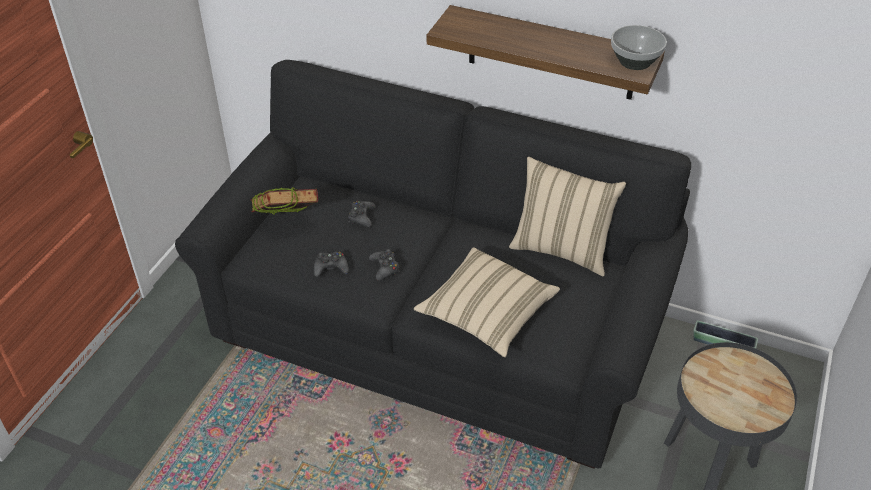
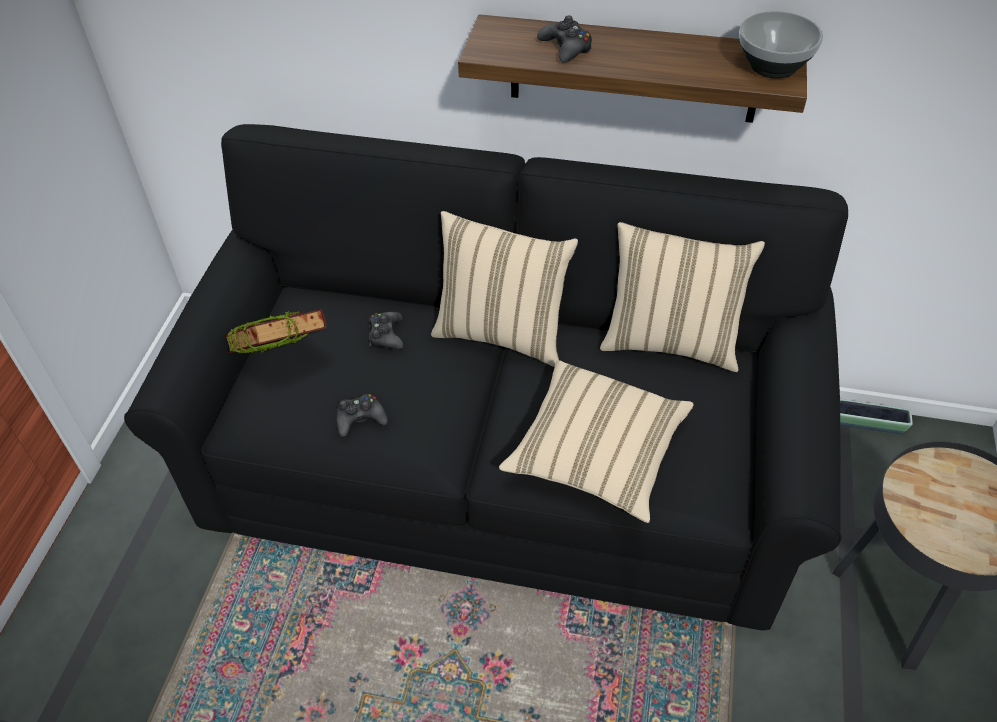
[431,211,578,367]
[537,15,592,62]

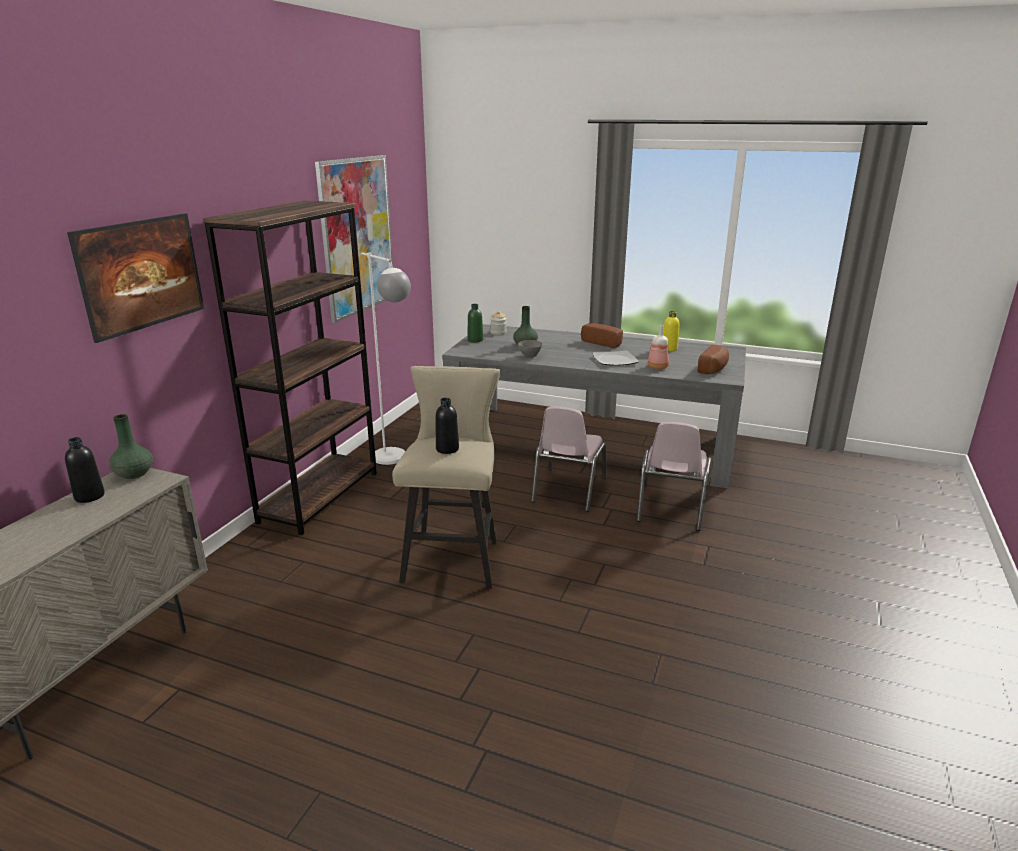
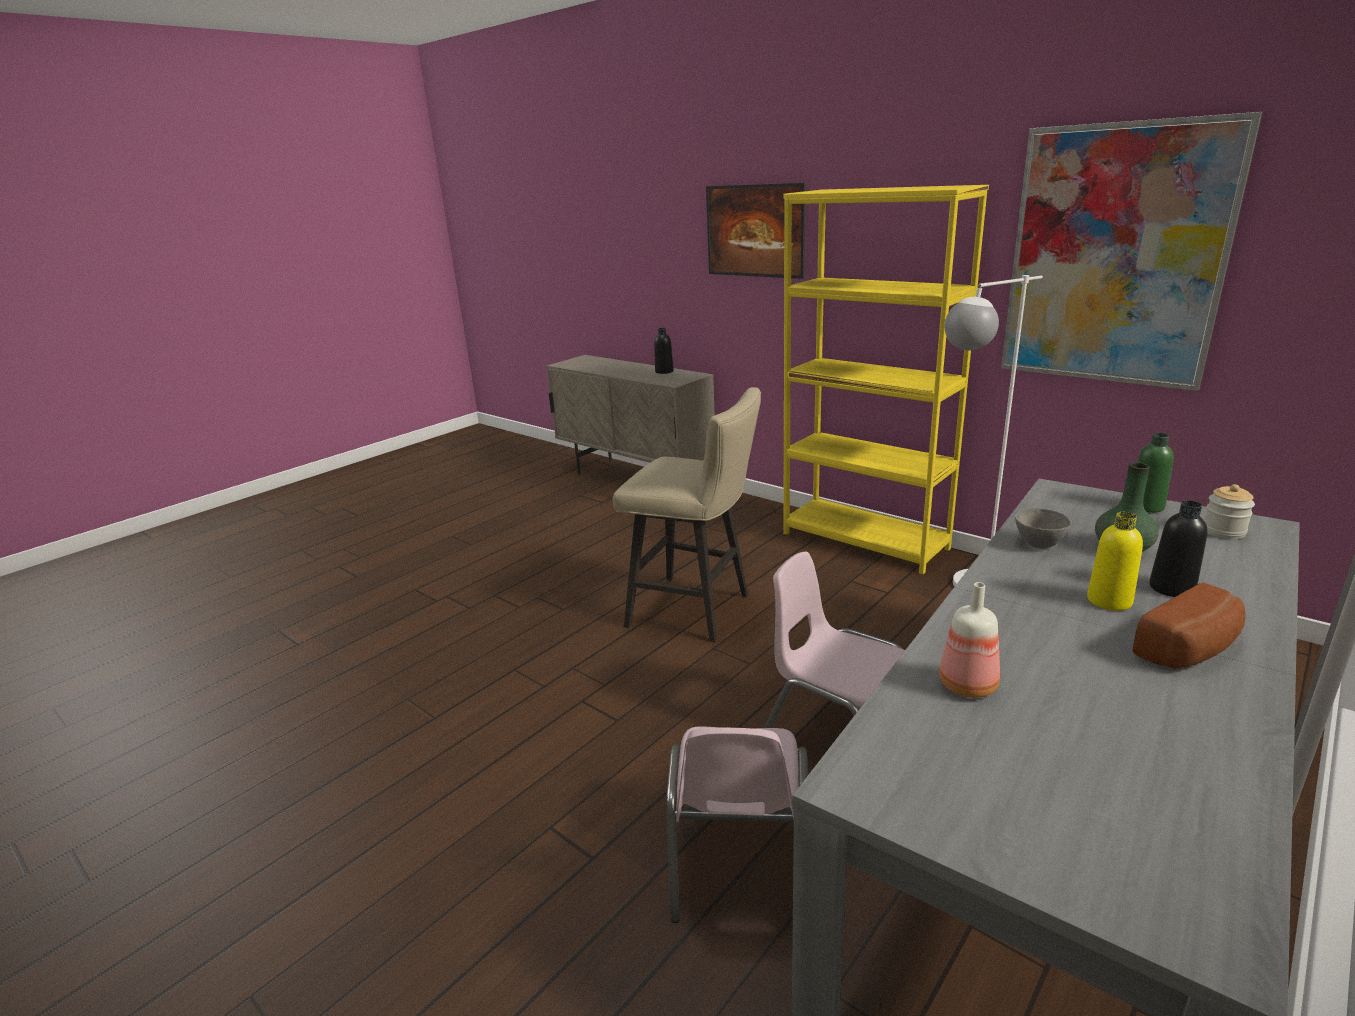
[109,414,153,479] (first image)
[593,351,639,366] (first image)
[698,344,729,374] (first image)
[1149,500,1208,597]
[1087,512,1143,611]
[783,185,989,574]
[666,726,808,923]

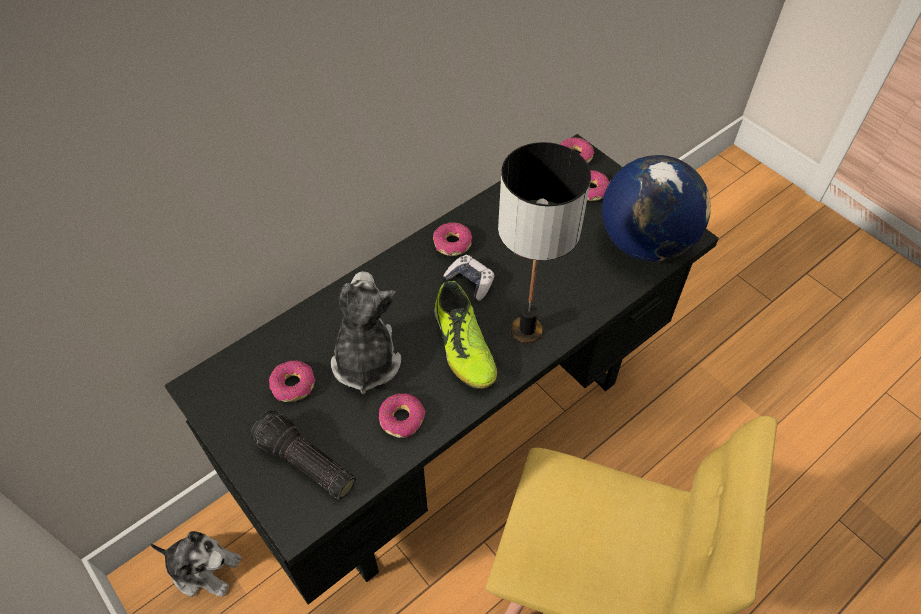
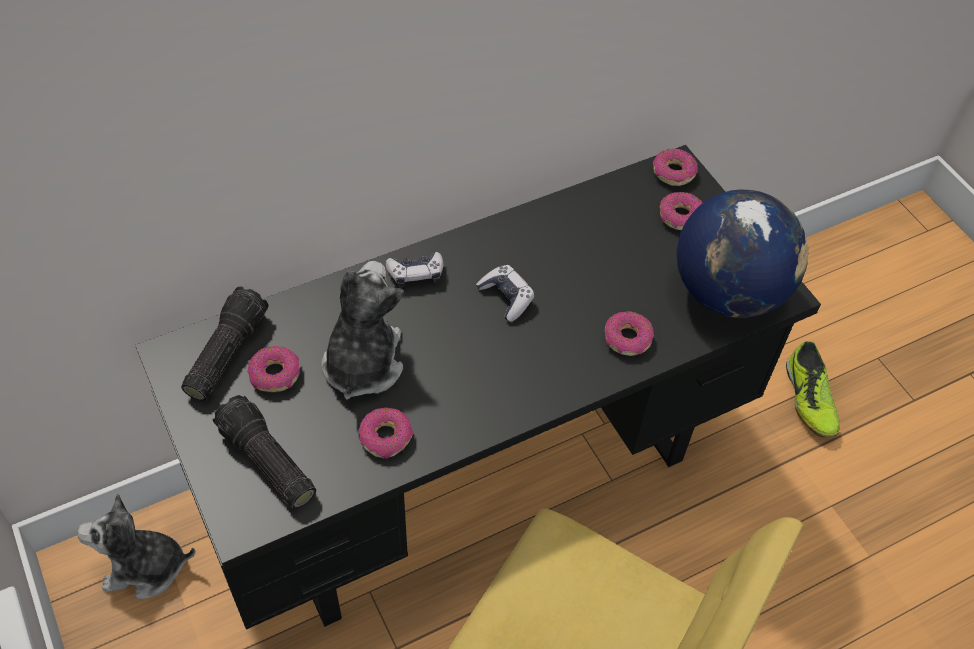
[498,142,591,344] (first image)
[181,287,269,401]
[386,252,444,287]
[605,311,654,356]
[786,341,840,438]
[77,493,195,599]

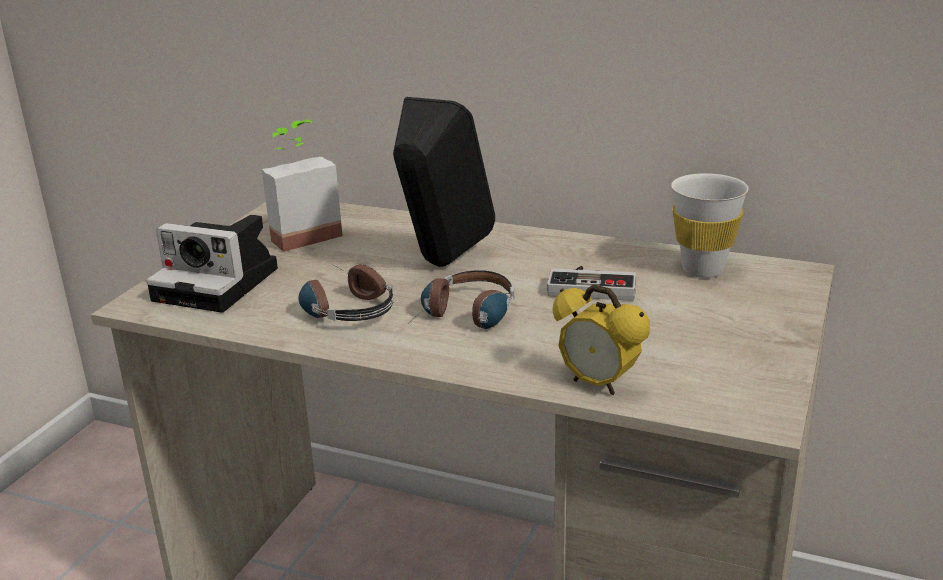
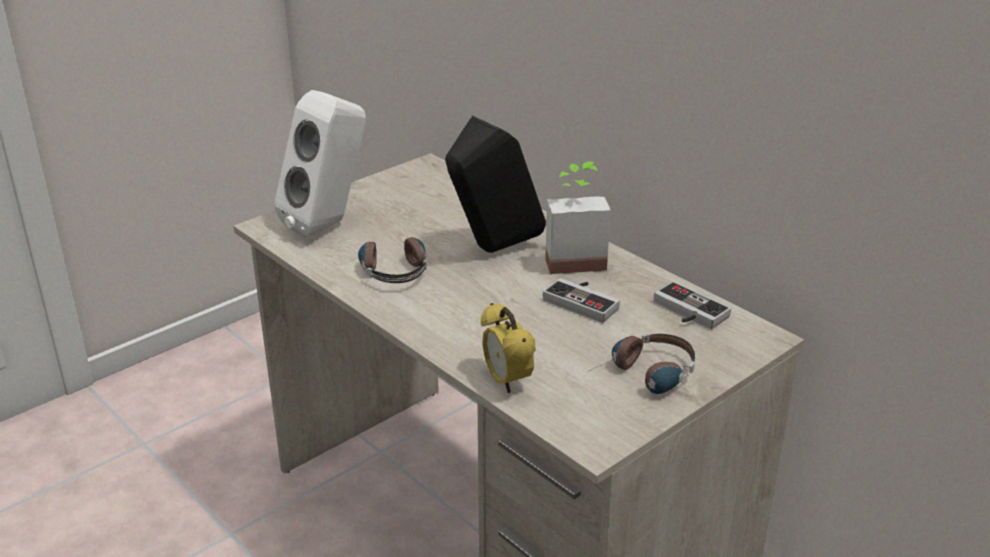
[545,162,611,274]
[591,333,696,394]
[274,90,366,238]
[654,281,731,329]

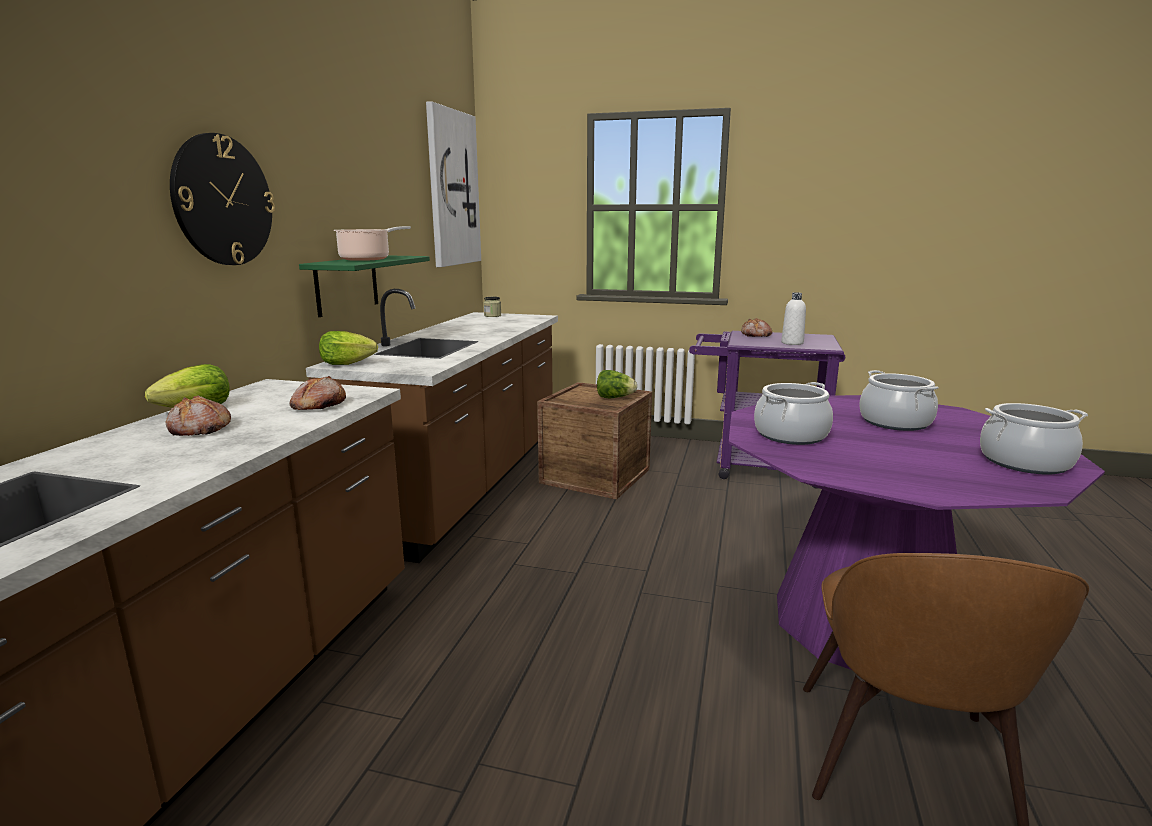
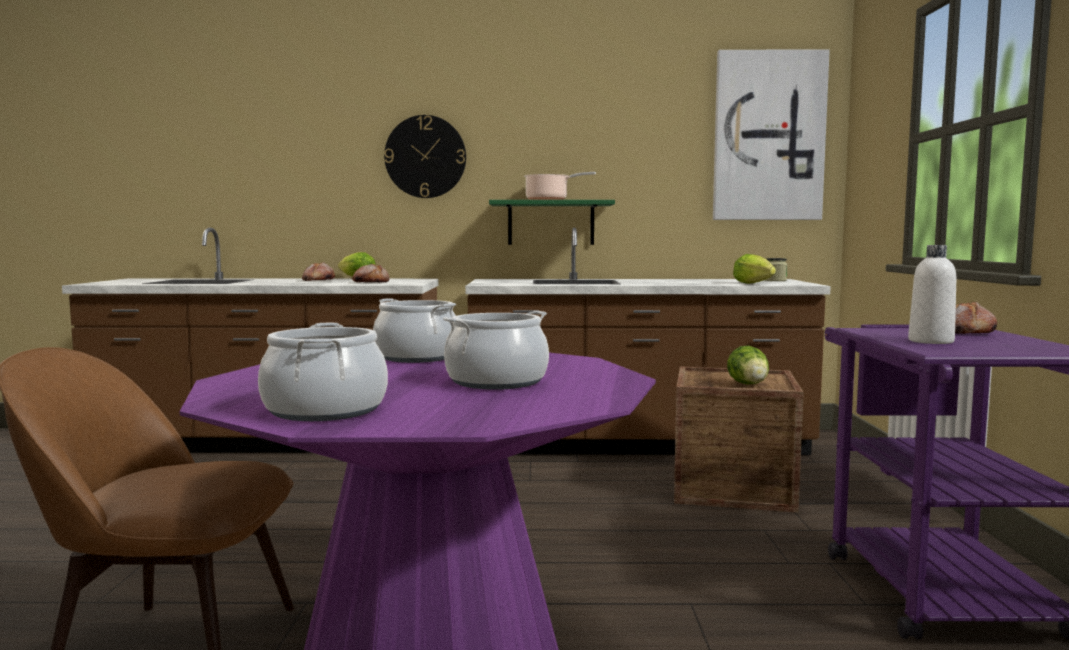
[733,254,776,284]

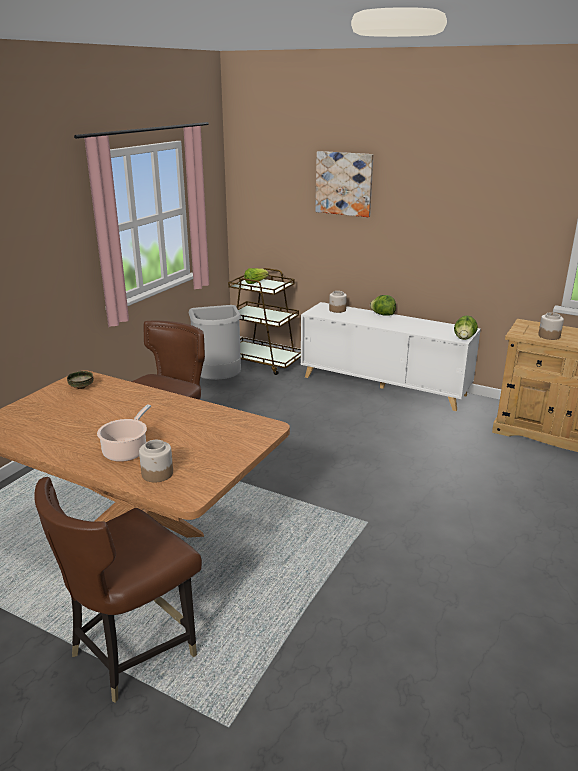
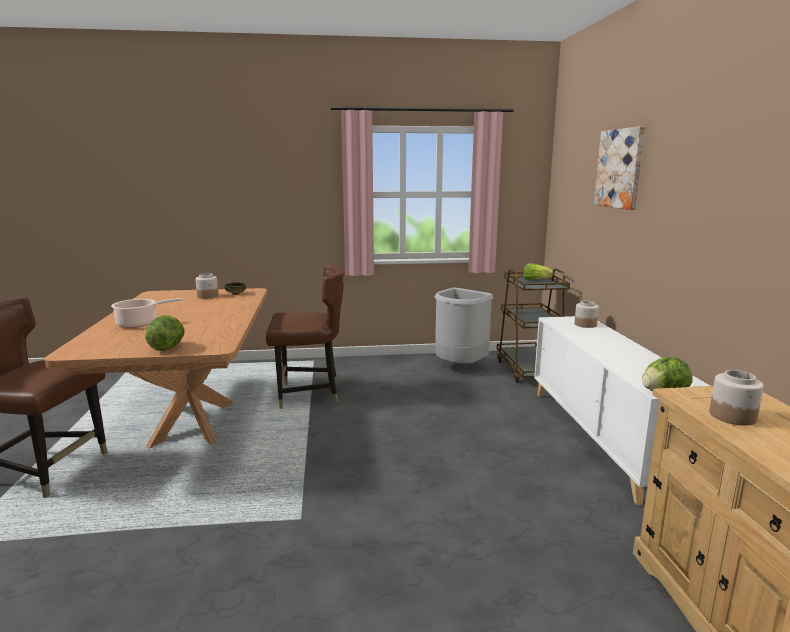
[195,273,218,299]
[145,315,185,351]

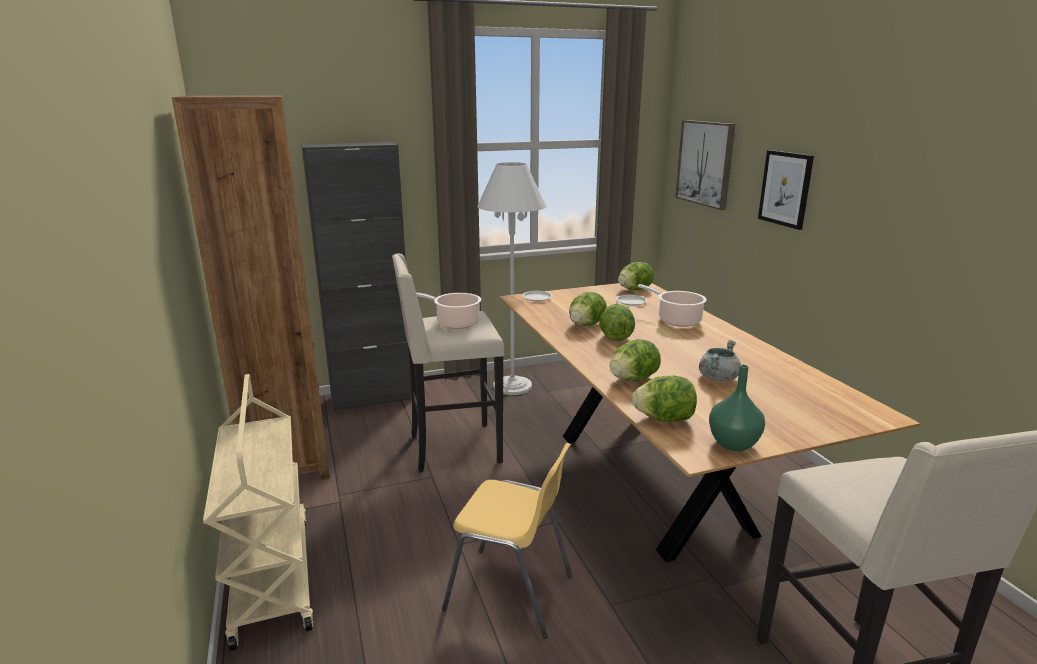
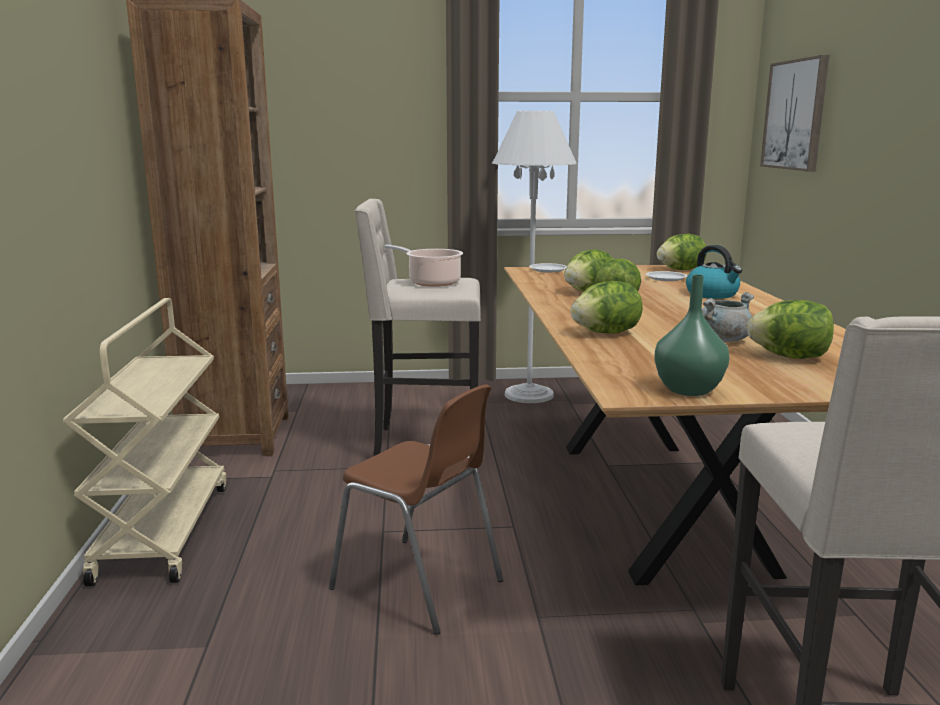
[301,142,412,412] (first image)
[758,150,814,230] (first image)
[747,300,834,359]
[686,245,742,299]
[329,384,503,635]

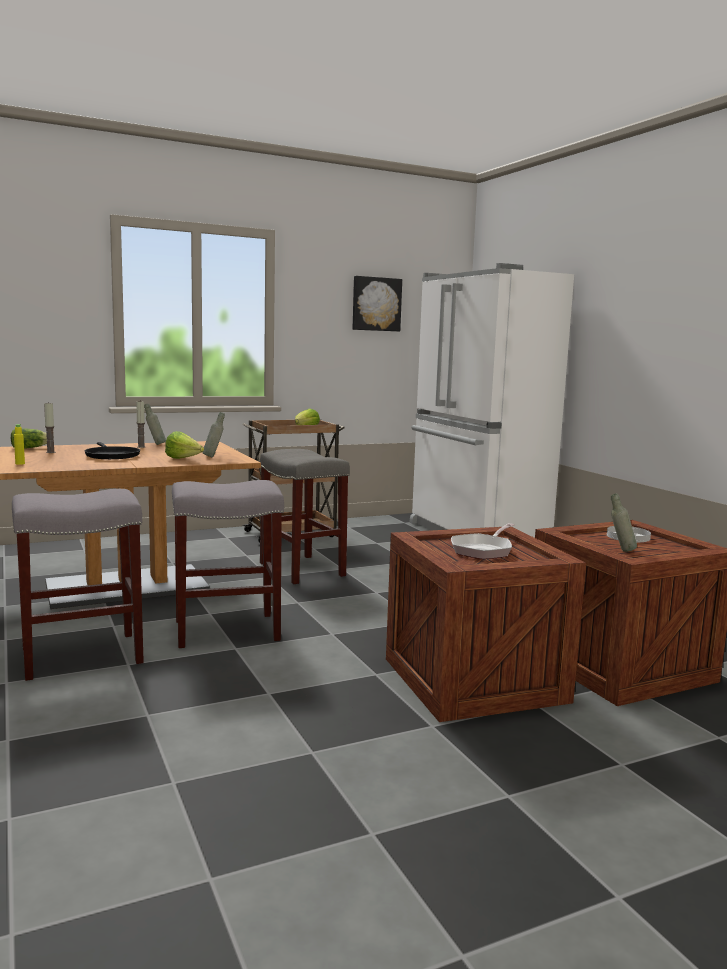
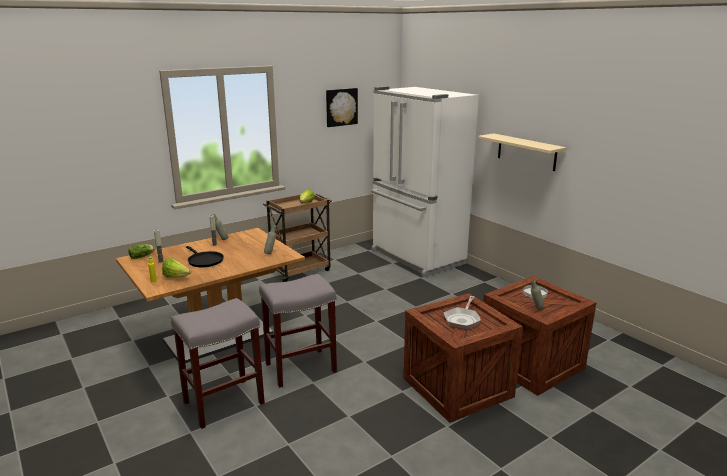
[260,449,350,584] (first image)
[478,133,566,171]
[162,258,191,278]

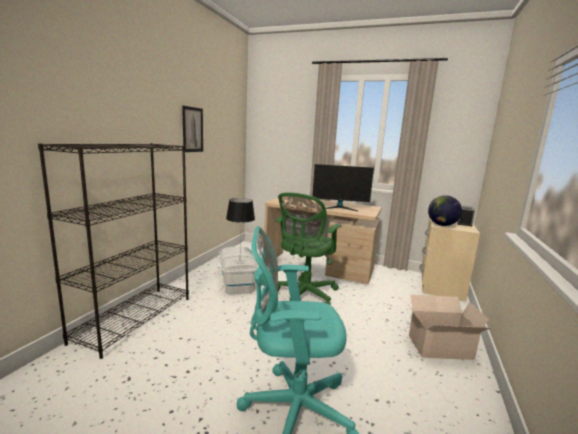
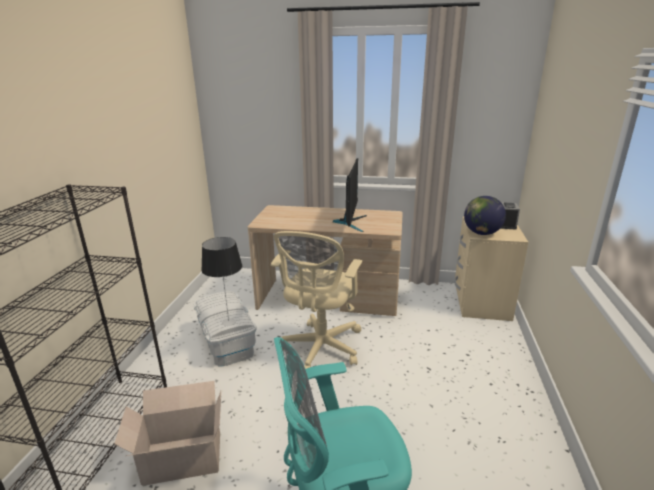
[182,106,203,152] (first image)
[114,381,221,486]
[271,231,362,369]
[333,158,367,232]

